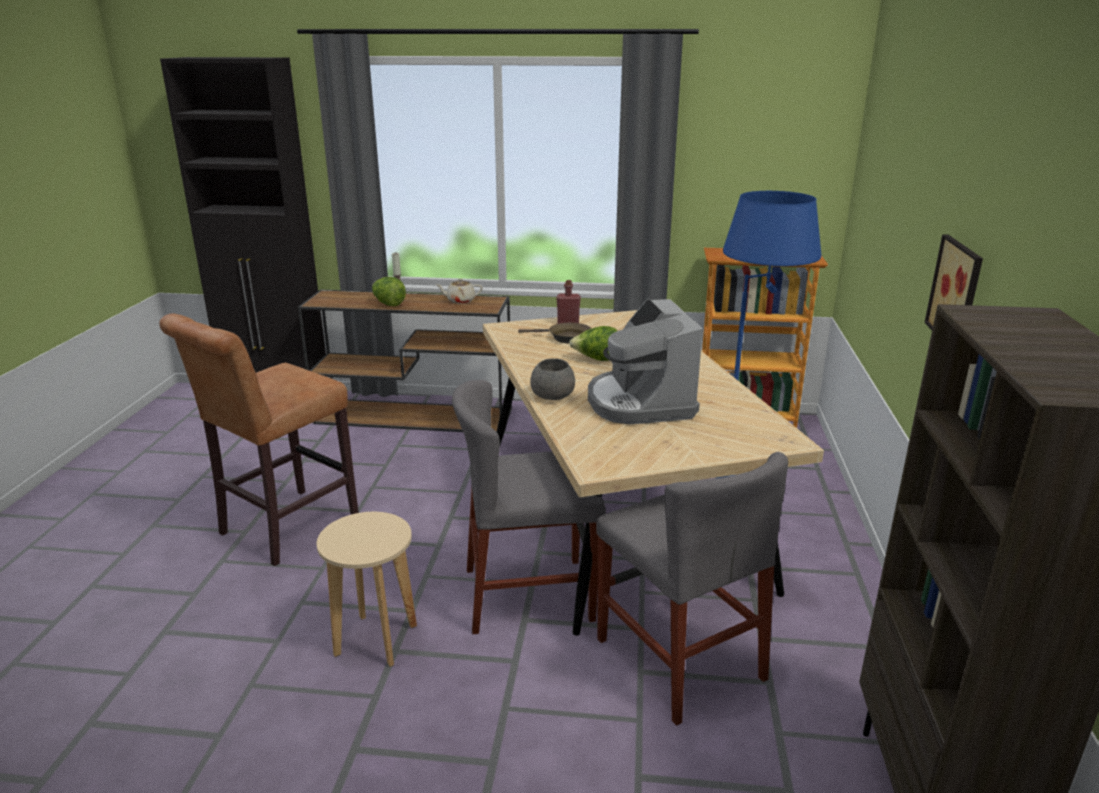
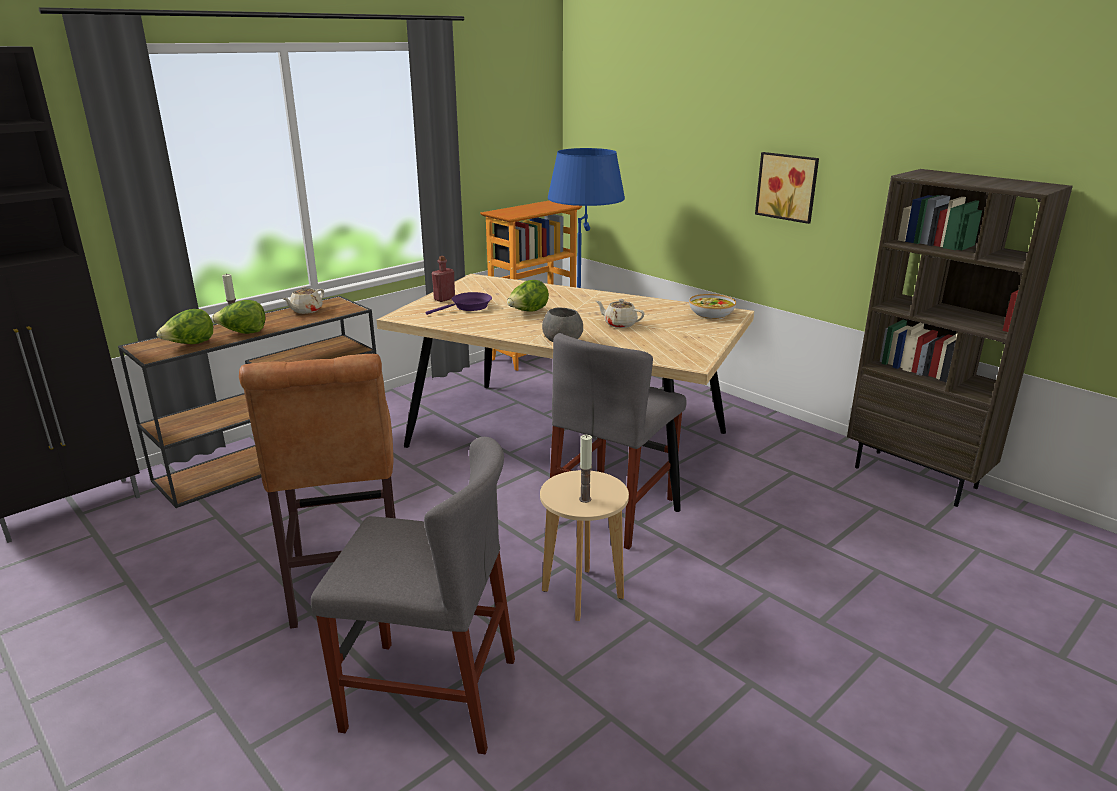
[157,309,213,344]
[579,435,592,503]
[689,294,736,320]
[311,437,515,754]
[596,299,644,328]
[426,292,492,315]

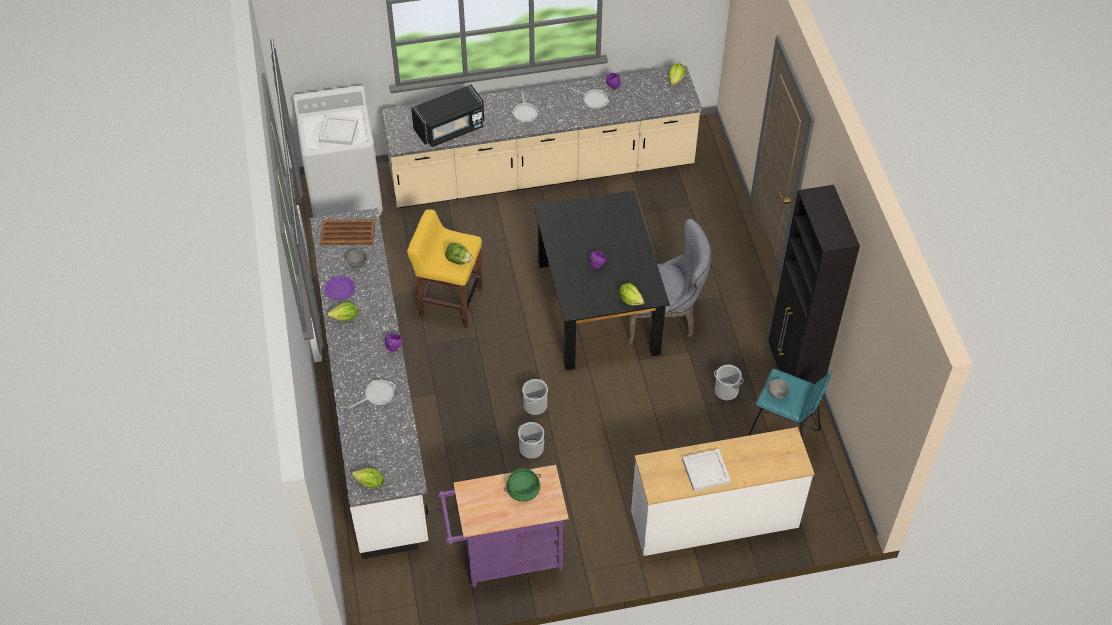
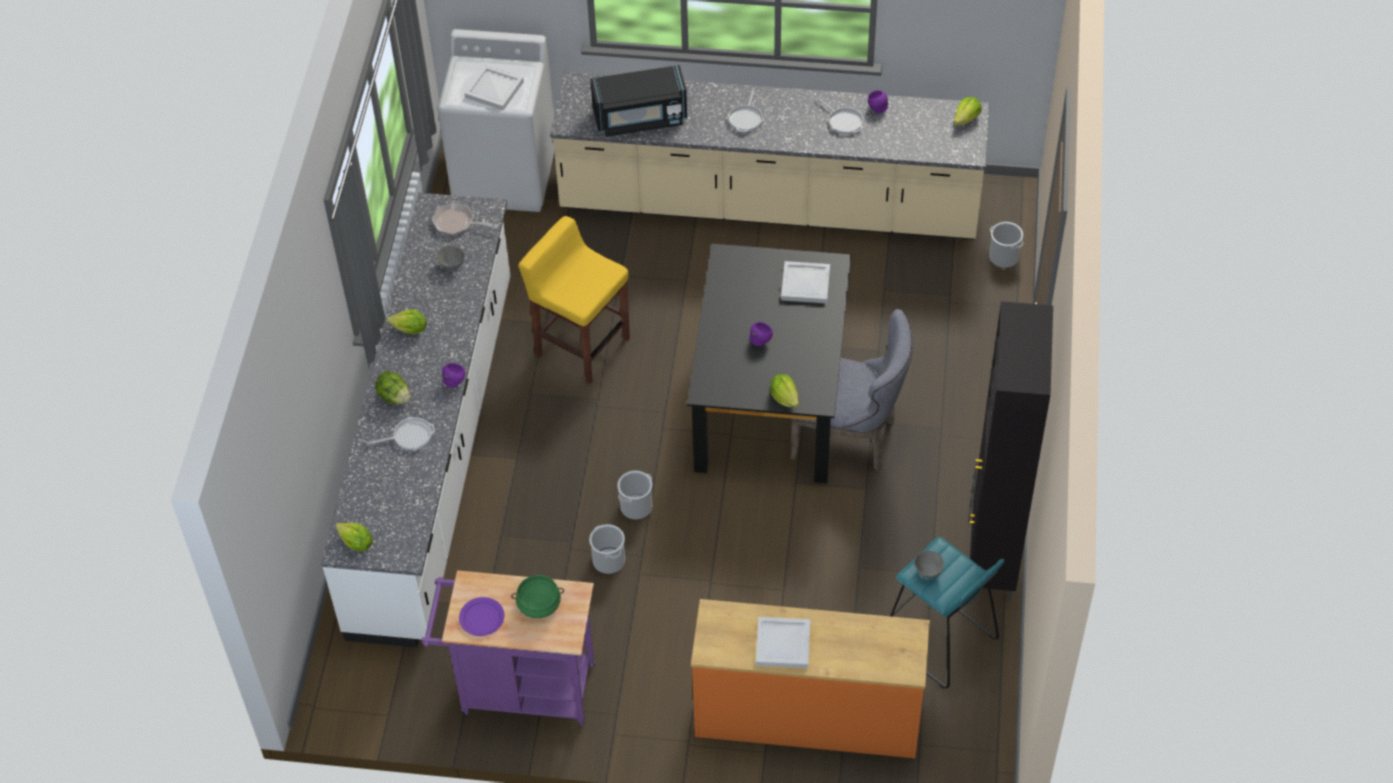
[781,261,830,303]
[459,597,504,636]
[375,371,410,404]
[989,222,1023,268]
[432,202,498,235]
[691,599,930,758]

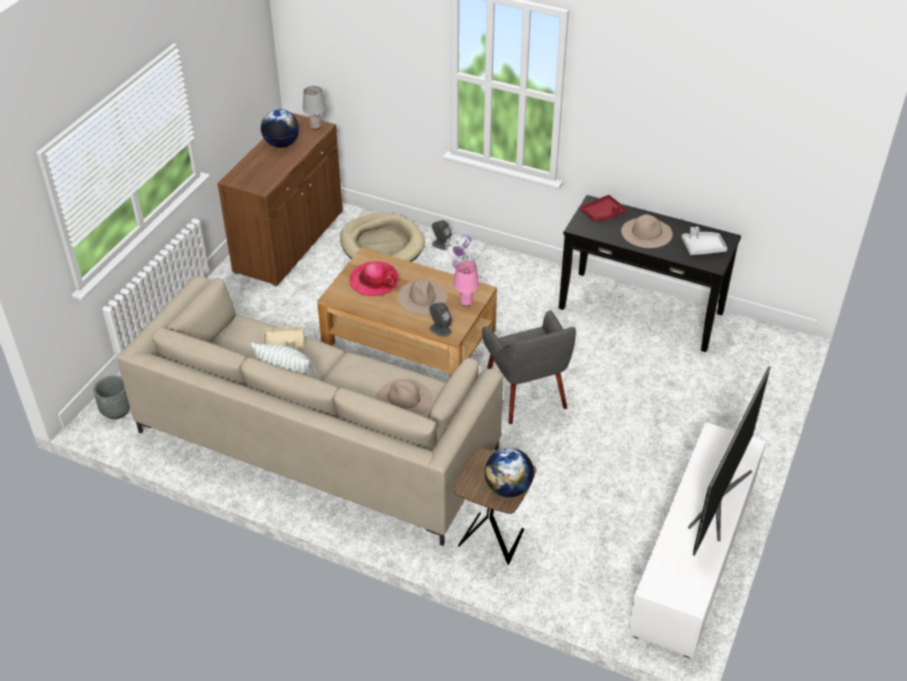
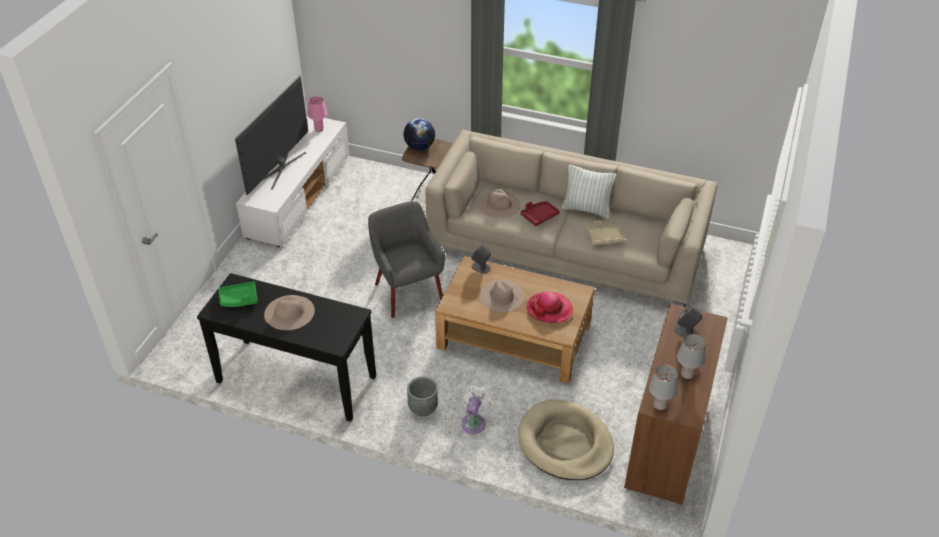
[407,377,438,416]
[675,305,702,337]
[308,97,327,132]
[520,201,560,226]
[677,334,706,379]
[219,281,258,307]

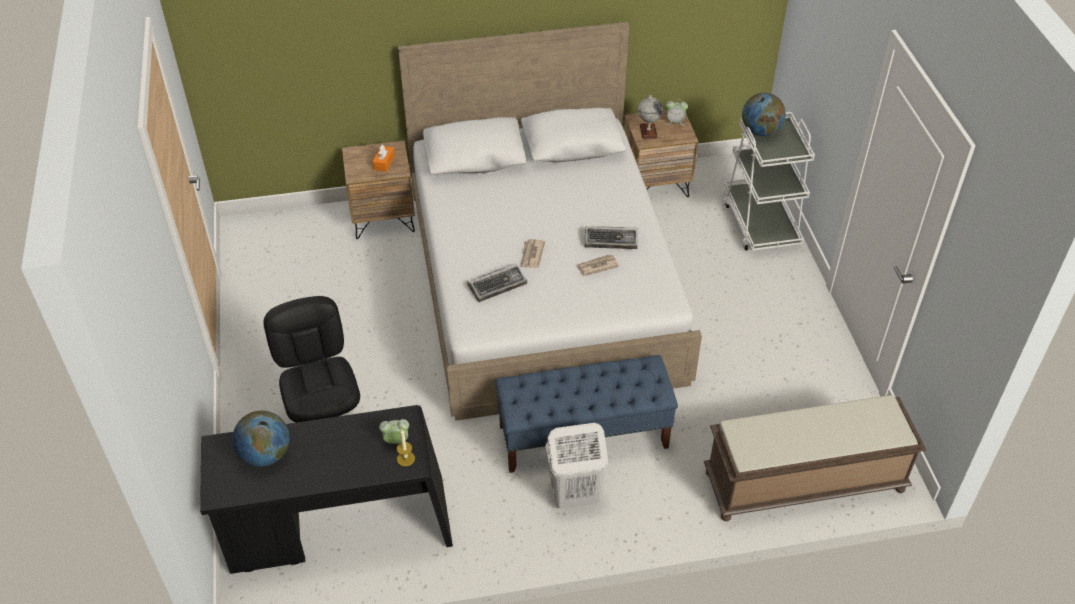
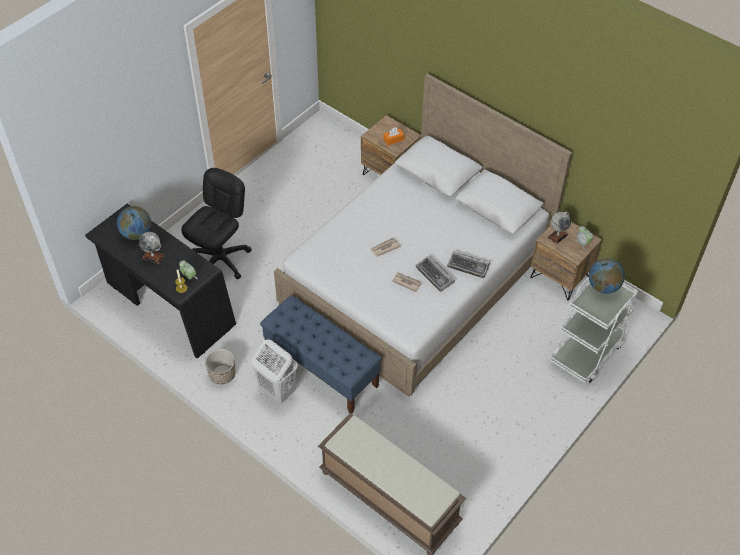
[139,232,164,264]
[205,349,236,384]
[447,251,490,278]

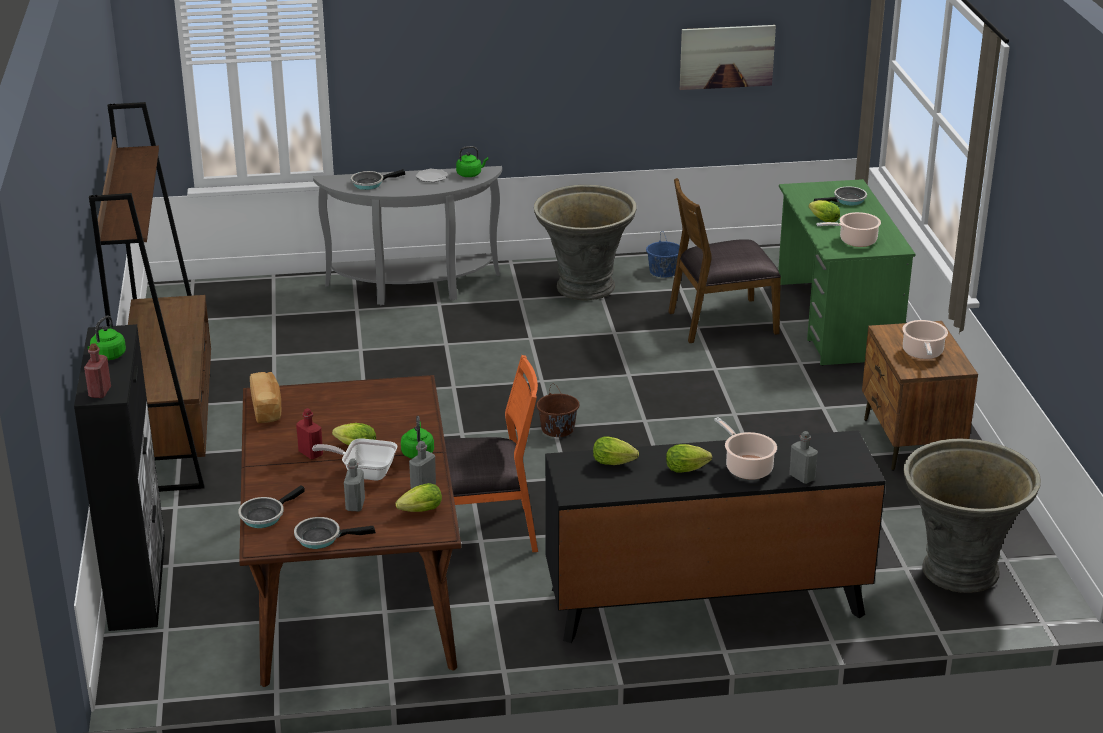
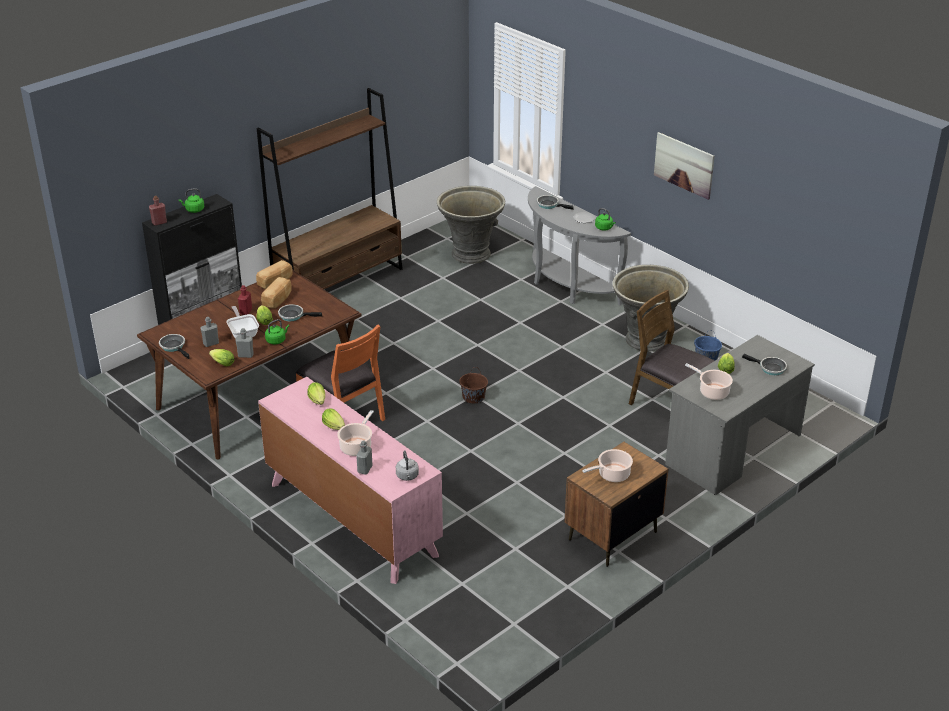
[261,277,292,308]
[396,451,419,481]
[278,304,322,321]
[654,132,715,200]
[437,186,505,264]
[258,377,443,584]
[665,335,815,495]

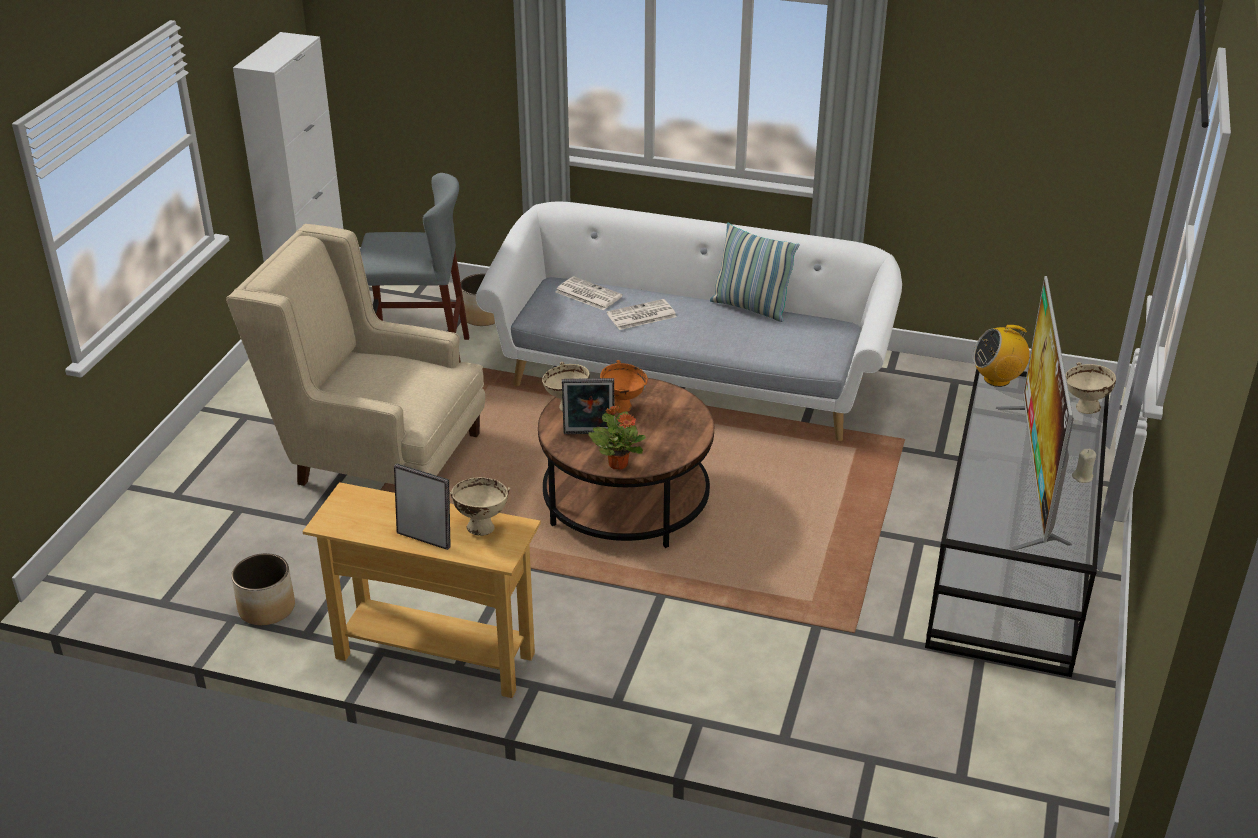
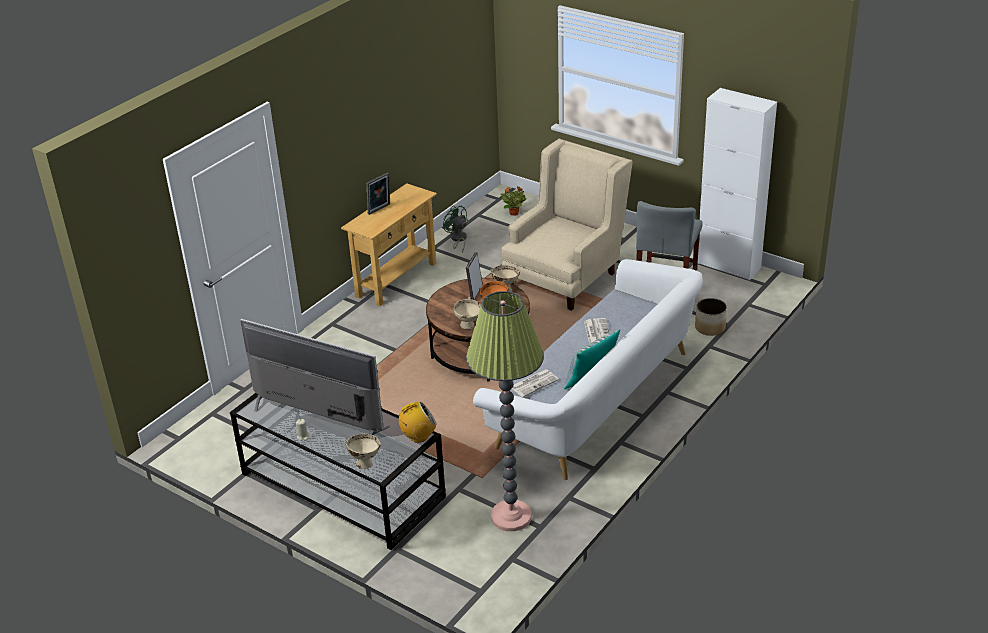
[466,291,544,531]
[454,297,481,330]
[512,369,559,397]
[500,186,527,216]
[443,205,468,253]
[399,402,437,443]

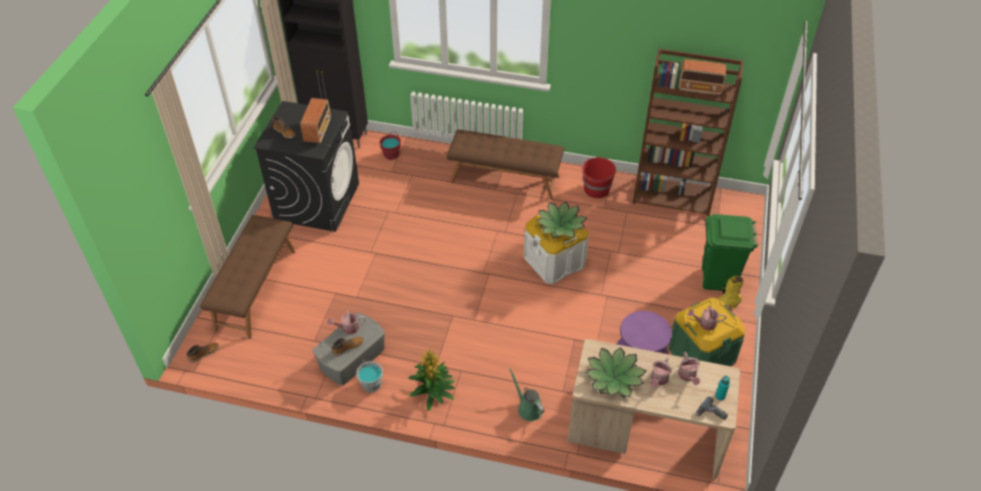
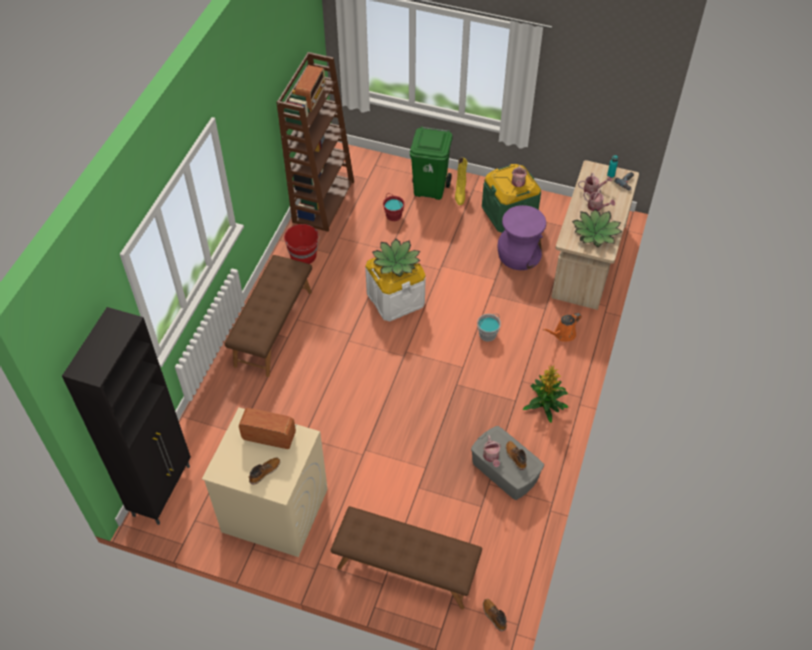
[477,314,501,342]
[383,193,405,221]
[202,407,328,557]
[543,313,582,342]

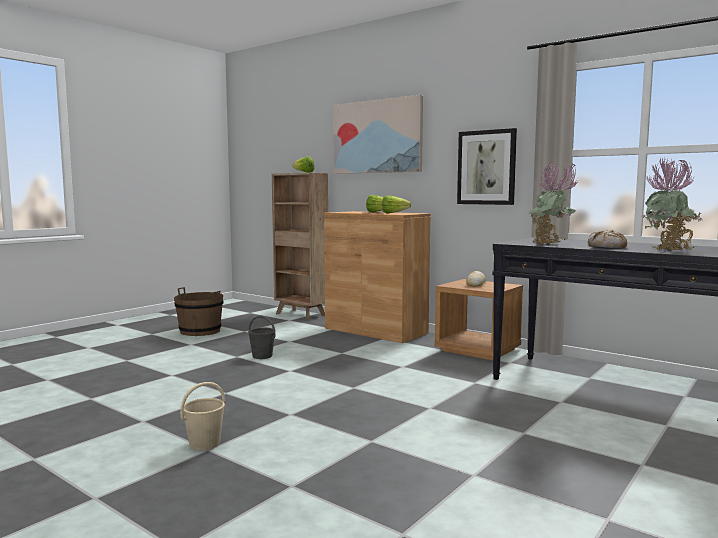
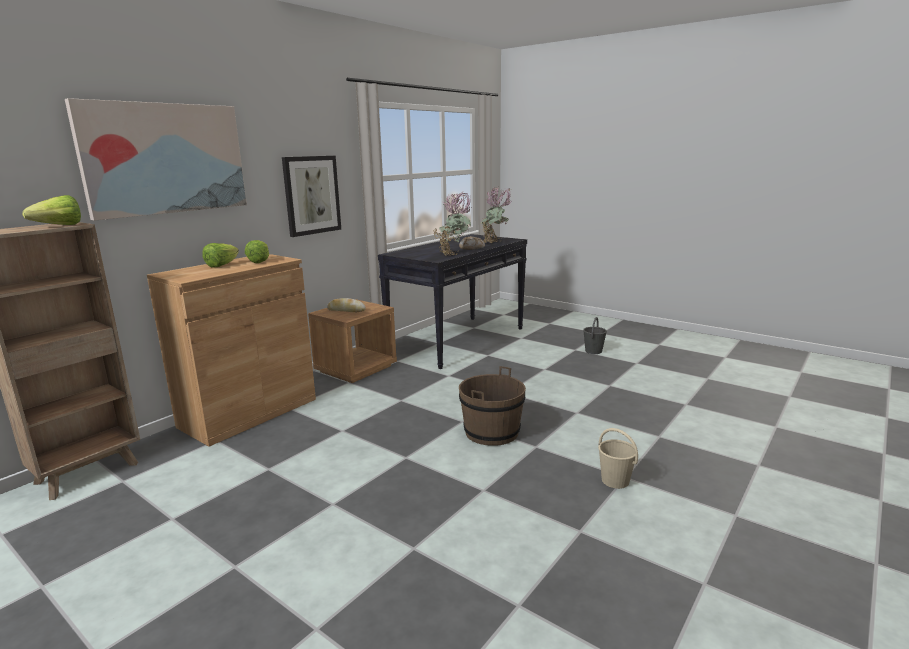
[459,366,526,446]
[583,317,607,354]

